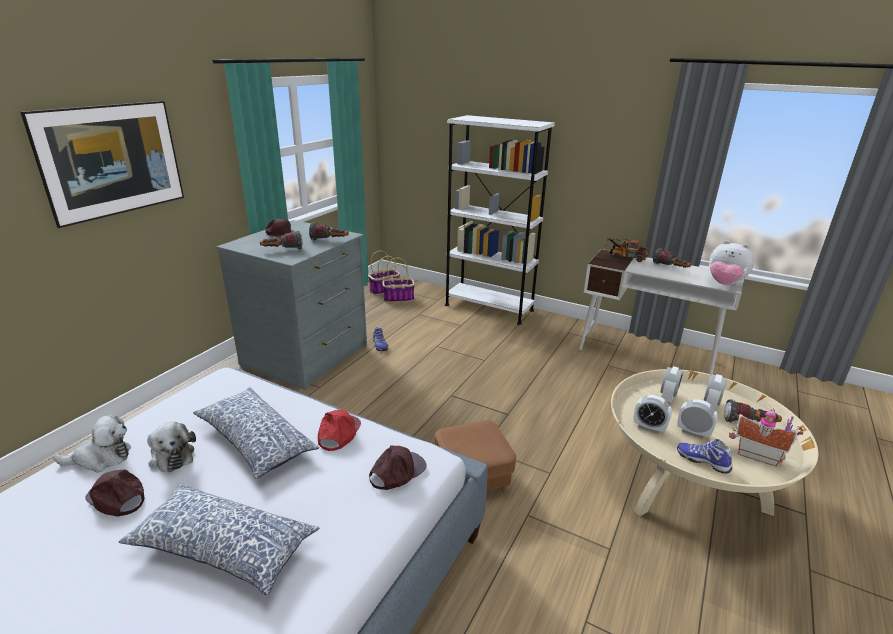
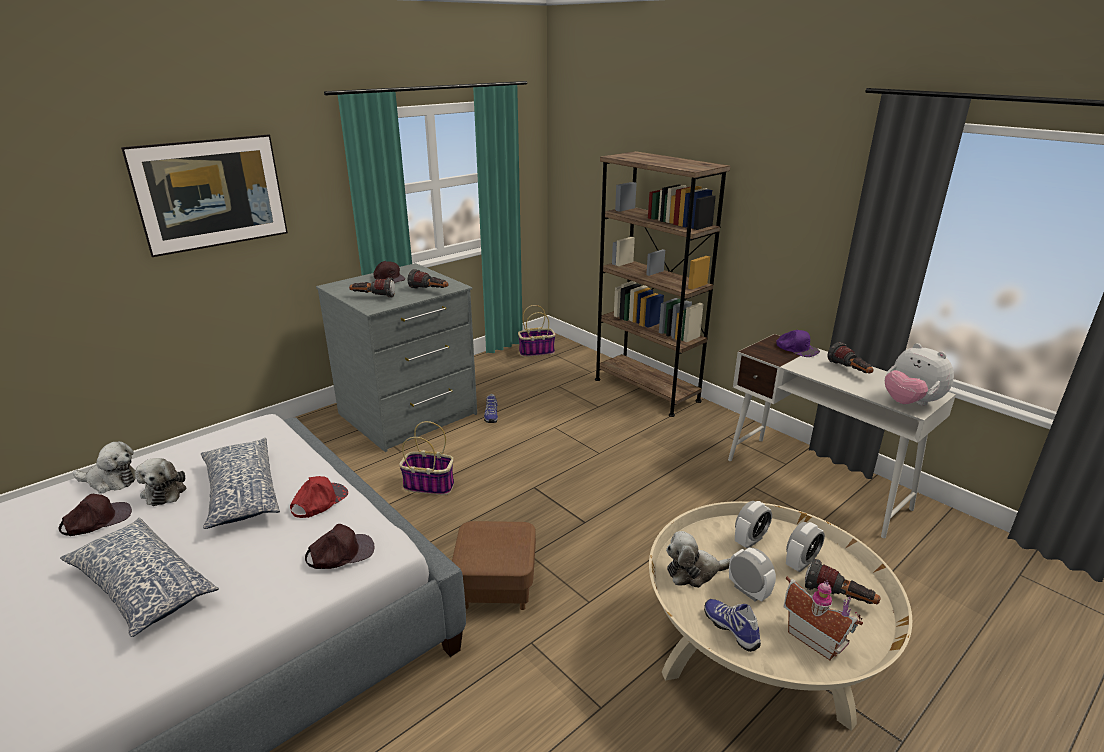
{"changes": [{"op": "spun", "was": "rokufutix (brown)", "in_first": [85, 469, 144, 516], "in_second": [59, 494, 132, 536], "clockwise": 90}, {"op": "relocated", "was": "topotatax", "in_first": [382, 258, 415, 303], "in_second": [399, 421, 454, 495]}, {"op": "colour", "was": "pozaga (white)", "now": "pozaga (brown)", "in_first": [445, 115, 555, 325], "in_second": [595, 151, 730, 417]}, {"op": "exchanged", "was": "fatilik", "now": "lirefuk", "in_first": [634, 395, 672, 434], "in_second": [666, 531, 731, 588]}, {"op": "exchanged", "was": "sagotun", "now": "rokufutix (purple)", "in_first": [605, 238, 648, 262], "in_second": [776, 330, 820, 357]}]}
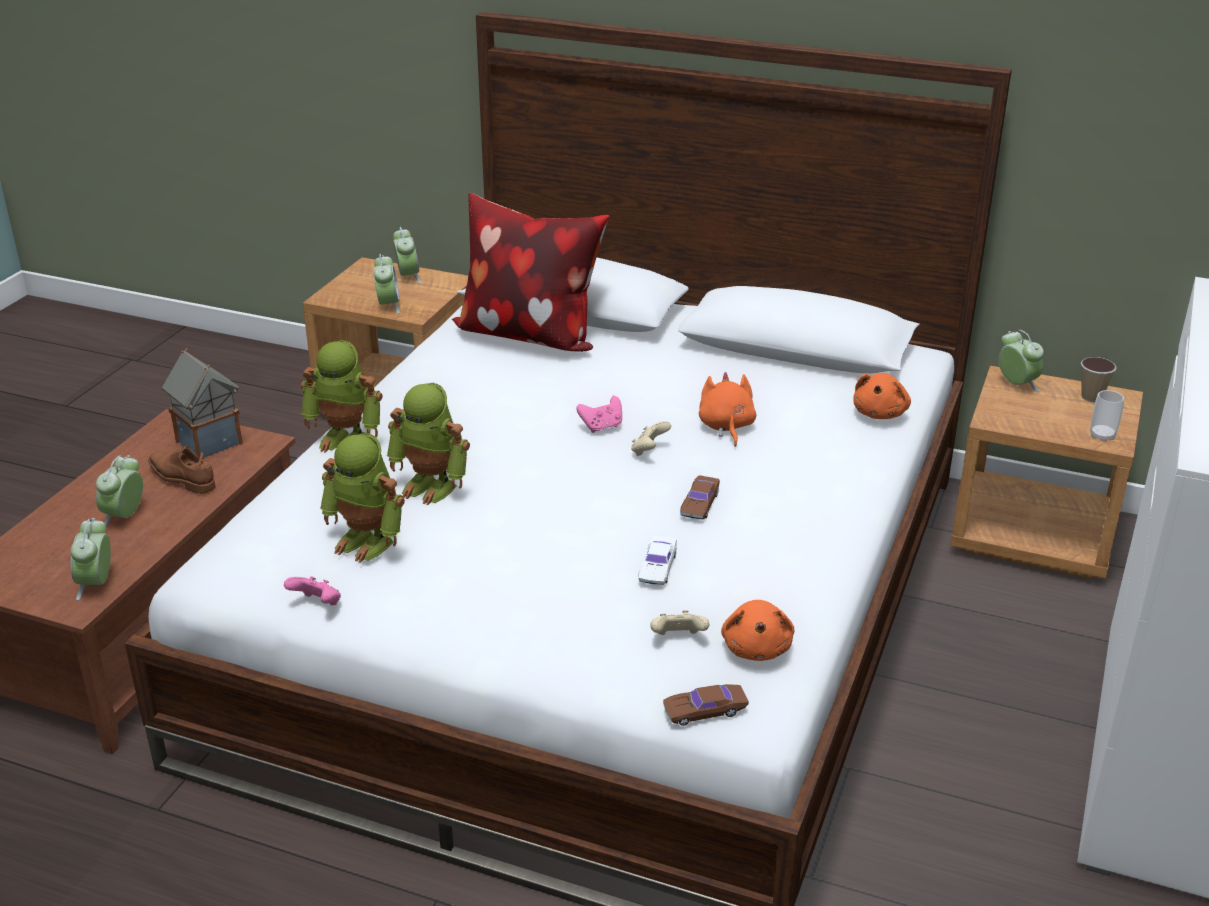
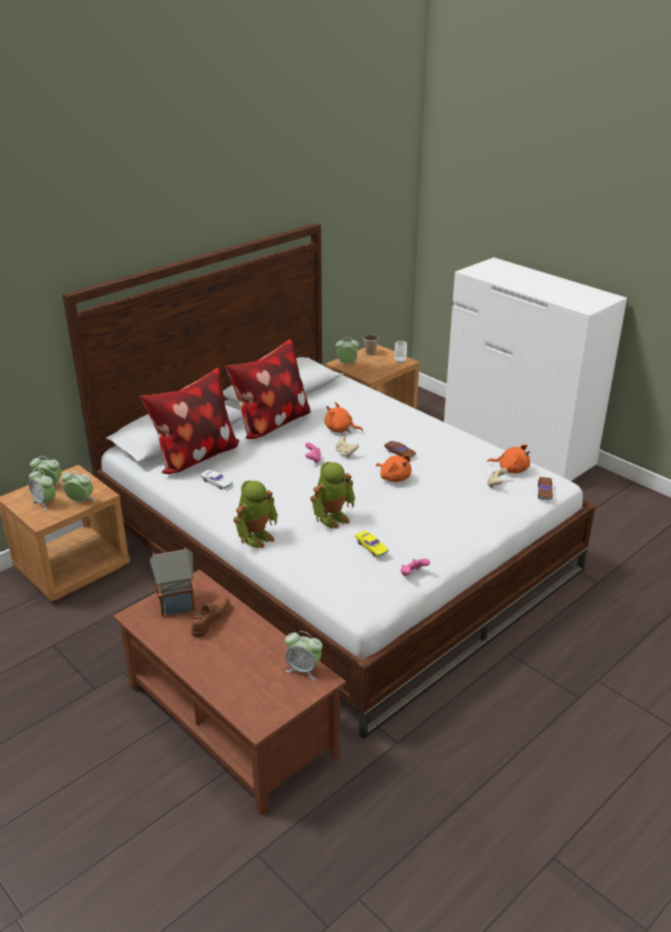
{"changes": [{"op": "relocated", "was": "fatilik", "in_first": [96, 455, 143, 526], "in_second": [29, 469, 56, 510]}, {"op": "spun", "was": "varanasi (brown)", "in_first": [148, 446, 215, 494], "in_second": [191, 597, 230, 638], "clockwise": 150}, {"op": "relocated", "was": "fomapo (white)", "in_first": [638, 536, 677, 585], "in_second": [200, 470, 233, 489]}, {"op": "appeared", "now": "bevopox", "in_second": [226, 339, 311, 439]}, {"op": "exchanged", "was": "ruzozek", "now": "fomapo (yellow)", "in_first": [320, 433, 405, 563], "in_second": [355, 531, 389, 557]}, {"op": "relocated", "was": "lirefuk (orange)", "in_first": [853, 373, 911, 419], "in_second": [376, 455, 411, 482]}]}
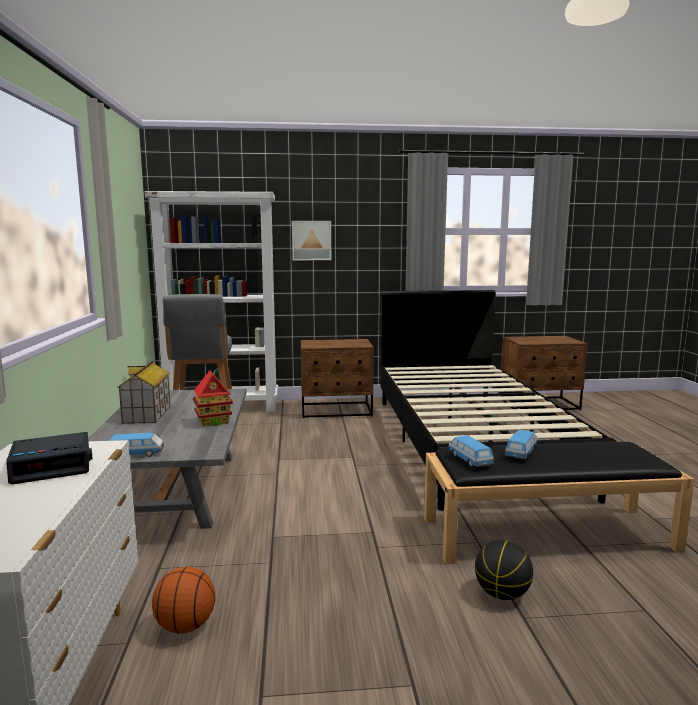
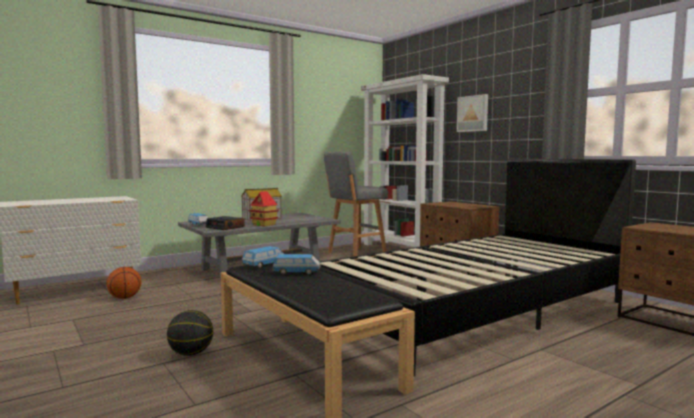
{"changes": [{"op": "relocated", "was": "fatilik", "in_first": [6, 432, 92, 485], "in_second": [206, 216, 245, 230]}]}
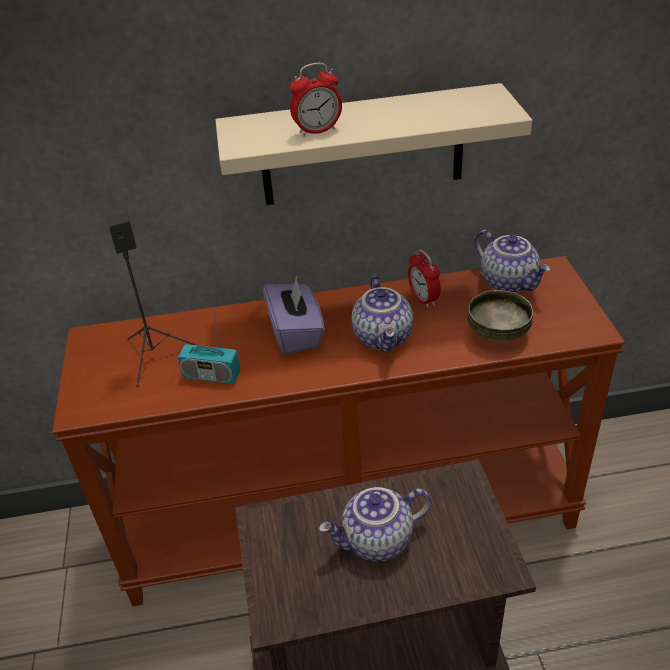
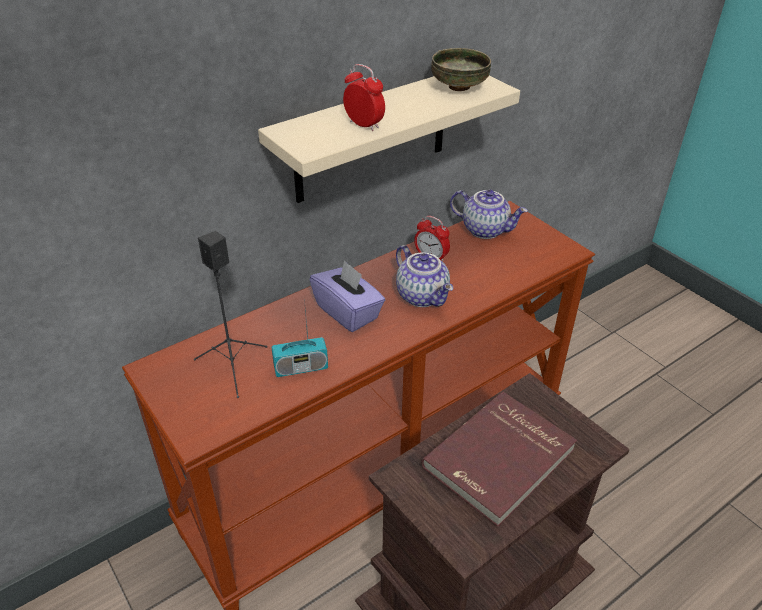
{"changes": [{"op": "spun", "was": "fatilik", "in_first": [290, 63, 342, 137], "in_second": [343, 64, 385, 131], "clockwise": -90}, {"op": "exchanged", "was": "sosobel", "now": "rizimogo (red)", "in_first": [319, 487, 432, 562], "in_second": [421, 392, 577, 527]}, {"op": "relocated", "was": "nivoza", "in_first": [467, 290, 533, 342], "in_second": [431, 48, 491, 91]}]}
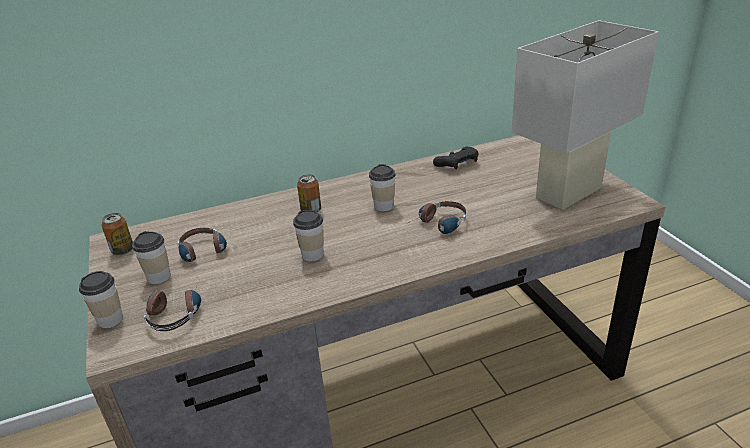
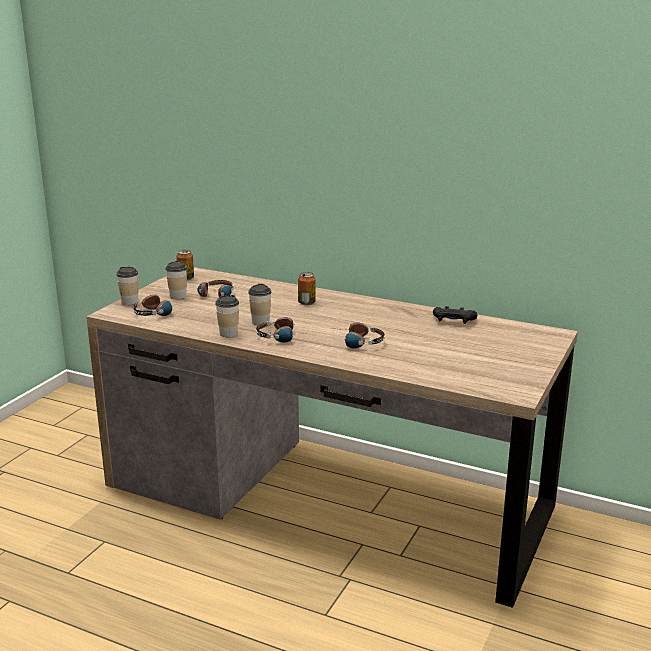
{"changes": [{"op": "relocated", "was": "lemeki", "in_first": [369, 164, 395, 212], "in_second": [215, 295, 239, 337]}, {"op": "appeared", "now": "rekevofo", "in_second": [256, 317, 310, 343]}, {"op": "missing", "was": "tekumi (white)", "in_first": [512, 20, 659, 210]}]}
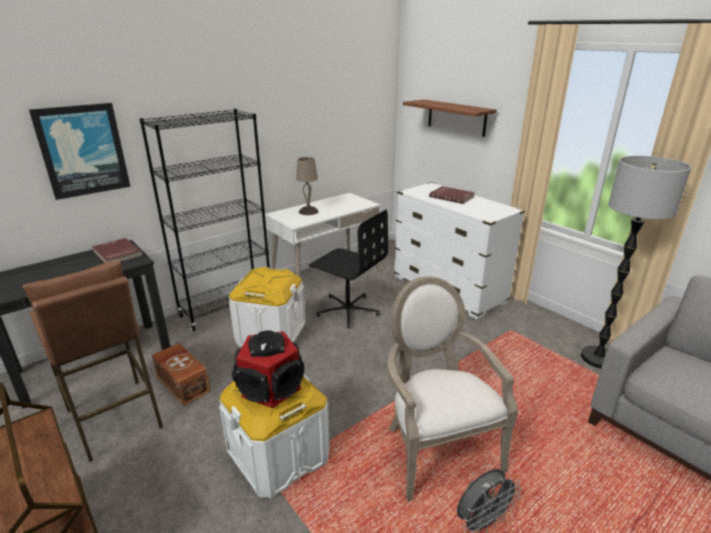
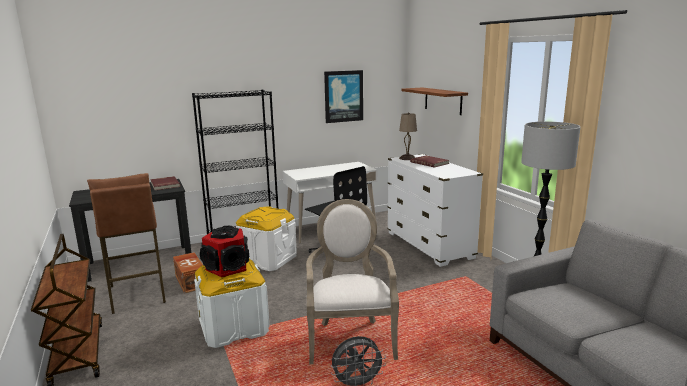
{"changes": [{"op": "relocated", "was": "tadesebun", "in_first": [29, 103, 130, 200], "in_second": [324, 70, 363, 123]}, {"op": "relocated", "was": "tekumi (beige)", "in_first": [296, 157, 319, 215], "in_second": [399, 112, 417, 160]}]}
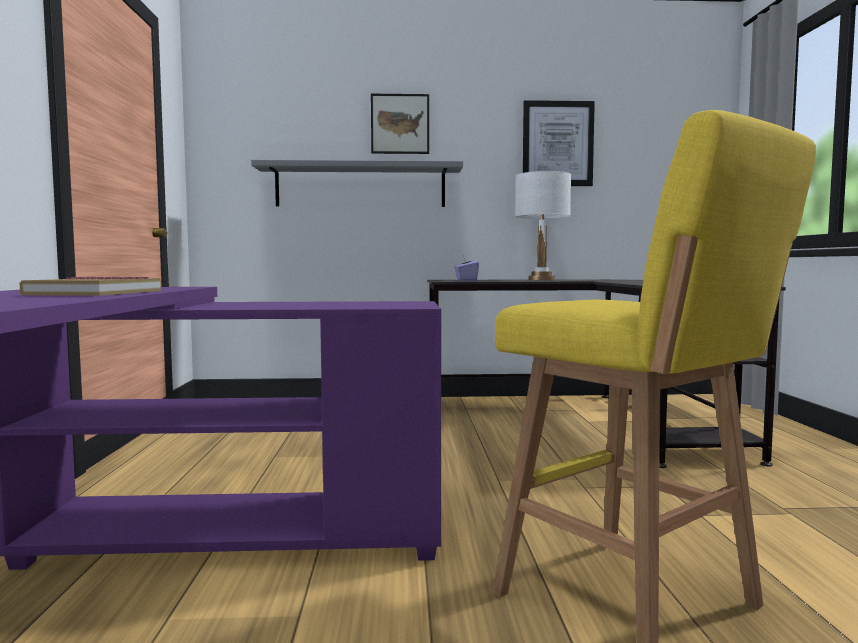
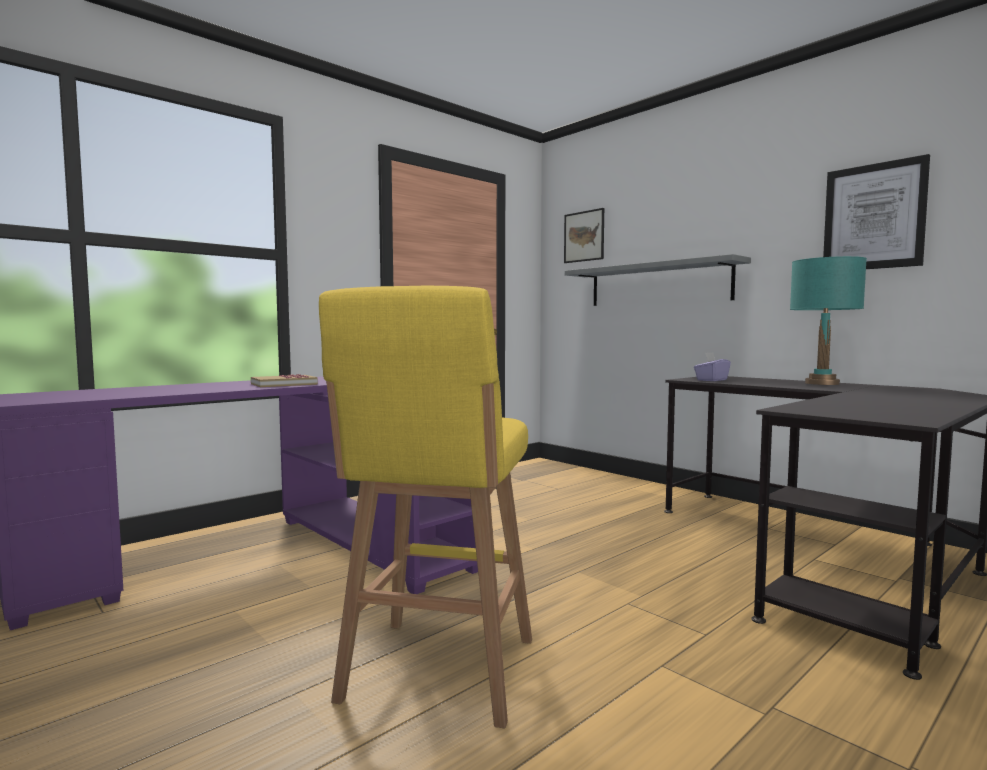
{"changes": [{"op": "relocated", "was": "tadesebun", "in_first": [371, 94, 429, 154], "in_second": [564, 208, 604, 263]}, {"op": "colour", "was": "tekumi (white)", "now": "tekumi (turquoise)", "in_first": [515, 171, 571, 280], "in_second": [790, 256, 867, 385]}]}
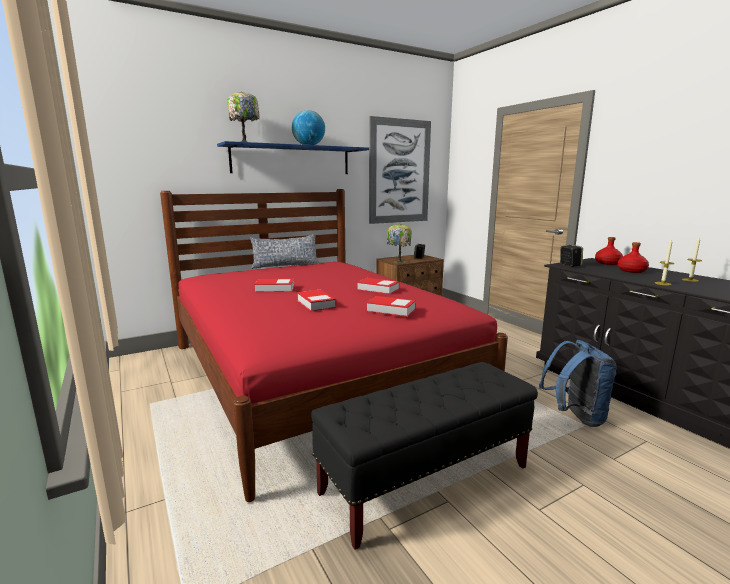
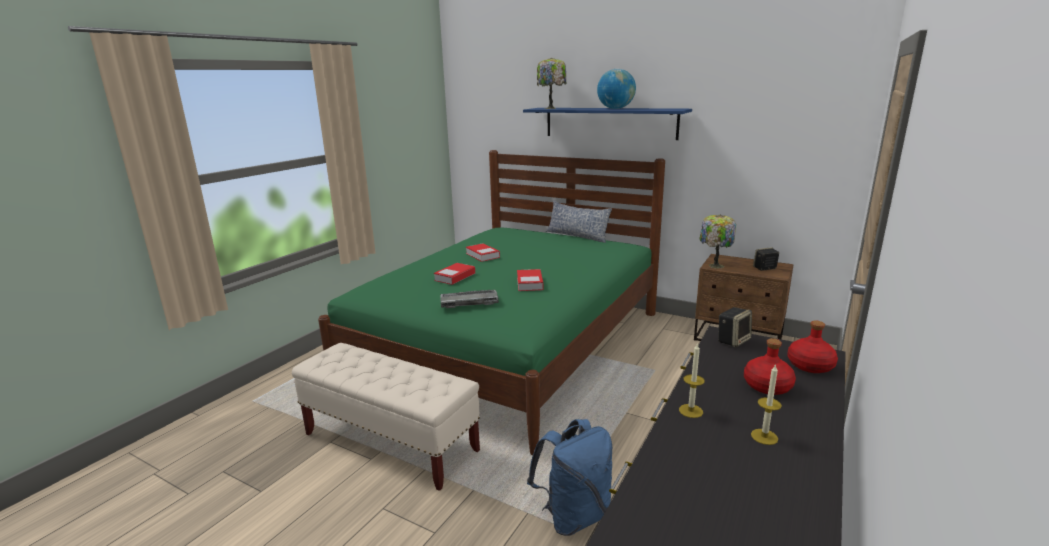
{"changes": [{"op": "colour", "was": "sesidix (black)", "now": "sesidix (beige)", "in_first": [311, 362, 538, 550], "in_second": [292, 343, 480, 491]}, {"op": "colour", "was": "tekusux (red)", "now": "tekusux (green)", "in_first": [160, 189, 508, 502], "in_second": [318, 150, 665, 455]}, {"op": "exchanged", "was": "rizimogo", "now": "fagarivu", "in_first": [366, 296, 416, 317], "in_second": [441, 290, 499, 308]}, {"op": "missing", "was": "tadesebun", "in_first": [369, 116, 431, 224]}]}
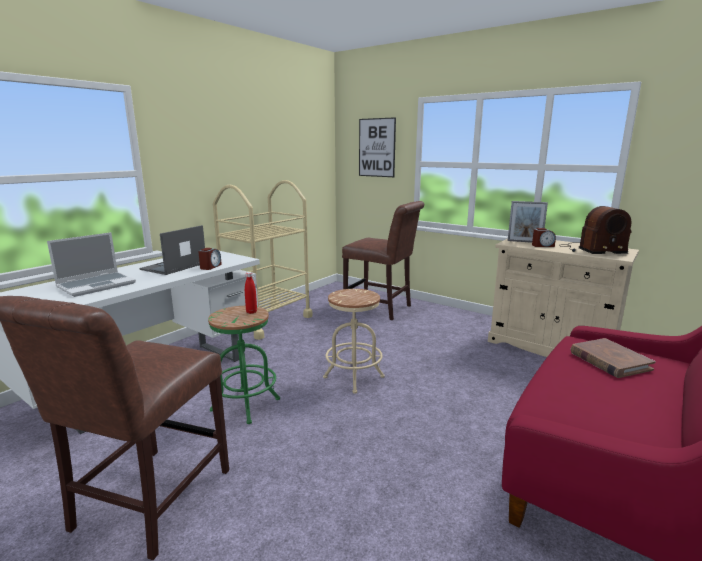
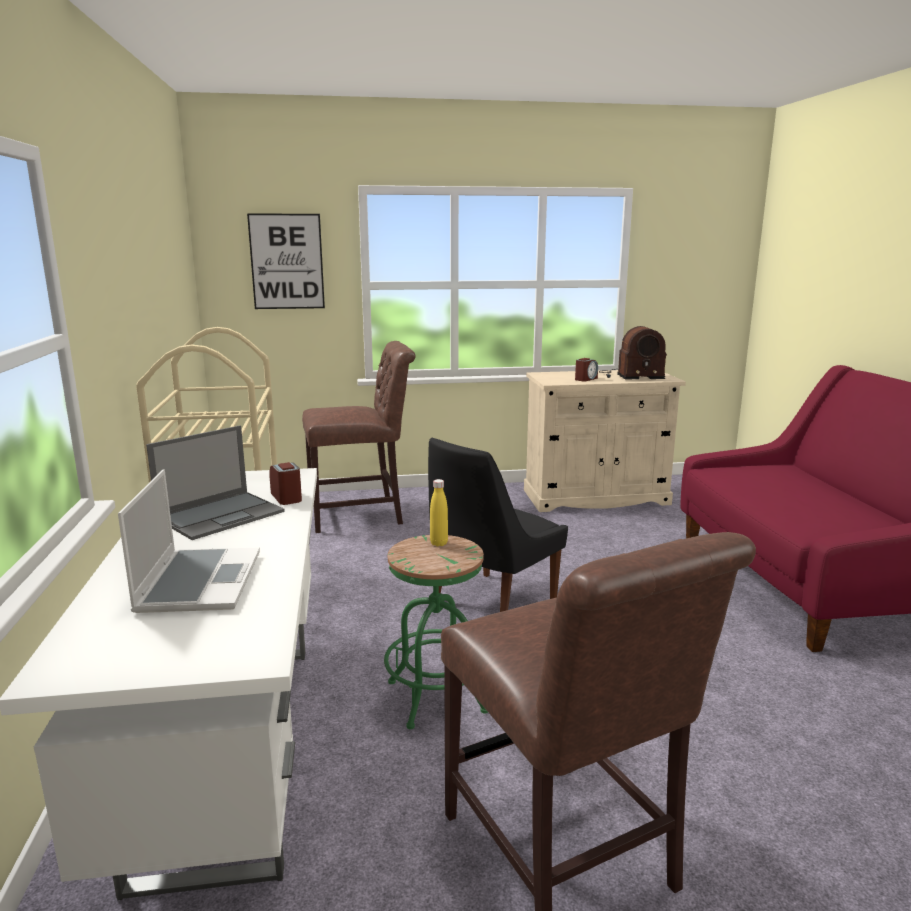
{"changes": [{"op": "spun", "was": "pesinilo", "in_first": [140, 225, 205, 275], "in_second": [146, 425, 285, 540], "clockwise": -120}, {"op": "exchanged", "was": "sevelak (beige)", "now": "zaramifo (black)", "in_first": [323, 289, 385, 394], "in_second": [428, 437, 568, 612]}, {"op": "colour", "was": "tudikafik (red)", "now": "tudikafik (yellow)", "in_first": [245, 272, 257, 314], "in_second": [430, 479, 448, 546]}, {"op": "spun", "was": "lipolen", "in_first": [559, 206, 632, 254], "in_second": [599, 326, 667, 379], "clockwise": 45}, {"op": "missing", "was": "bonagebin", "in_first": [508, 201, 548, 243]}, {"op": "missing", "was": "rizimogo (brown)", "in_first": [571, 338, 656, 378]}]}
